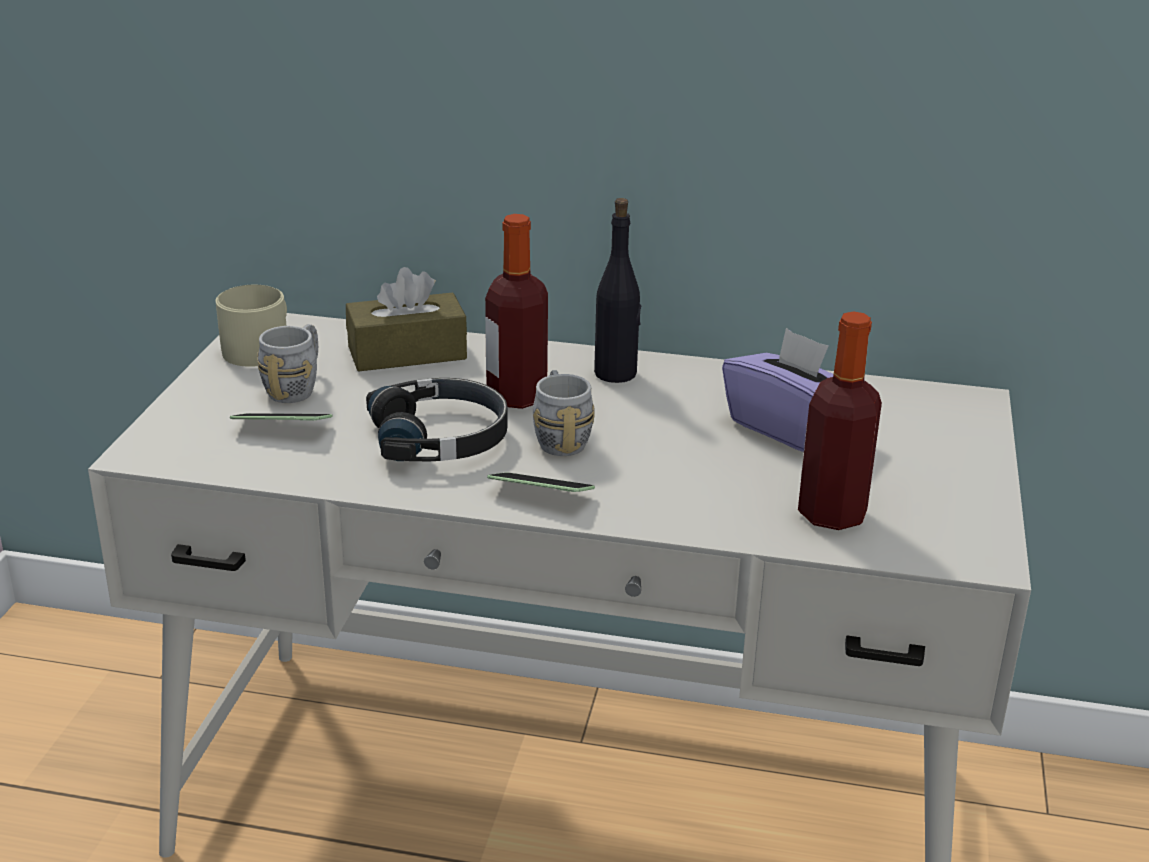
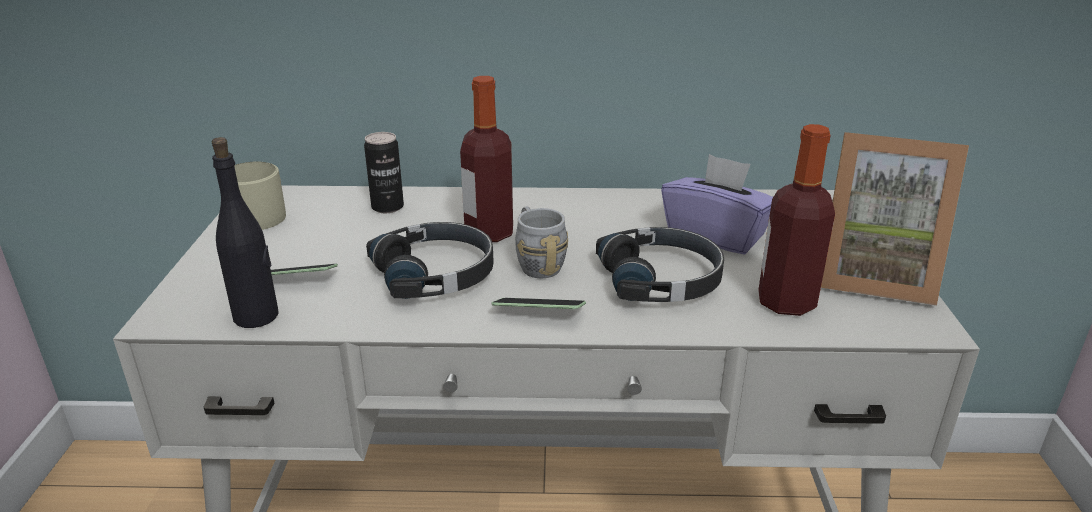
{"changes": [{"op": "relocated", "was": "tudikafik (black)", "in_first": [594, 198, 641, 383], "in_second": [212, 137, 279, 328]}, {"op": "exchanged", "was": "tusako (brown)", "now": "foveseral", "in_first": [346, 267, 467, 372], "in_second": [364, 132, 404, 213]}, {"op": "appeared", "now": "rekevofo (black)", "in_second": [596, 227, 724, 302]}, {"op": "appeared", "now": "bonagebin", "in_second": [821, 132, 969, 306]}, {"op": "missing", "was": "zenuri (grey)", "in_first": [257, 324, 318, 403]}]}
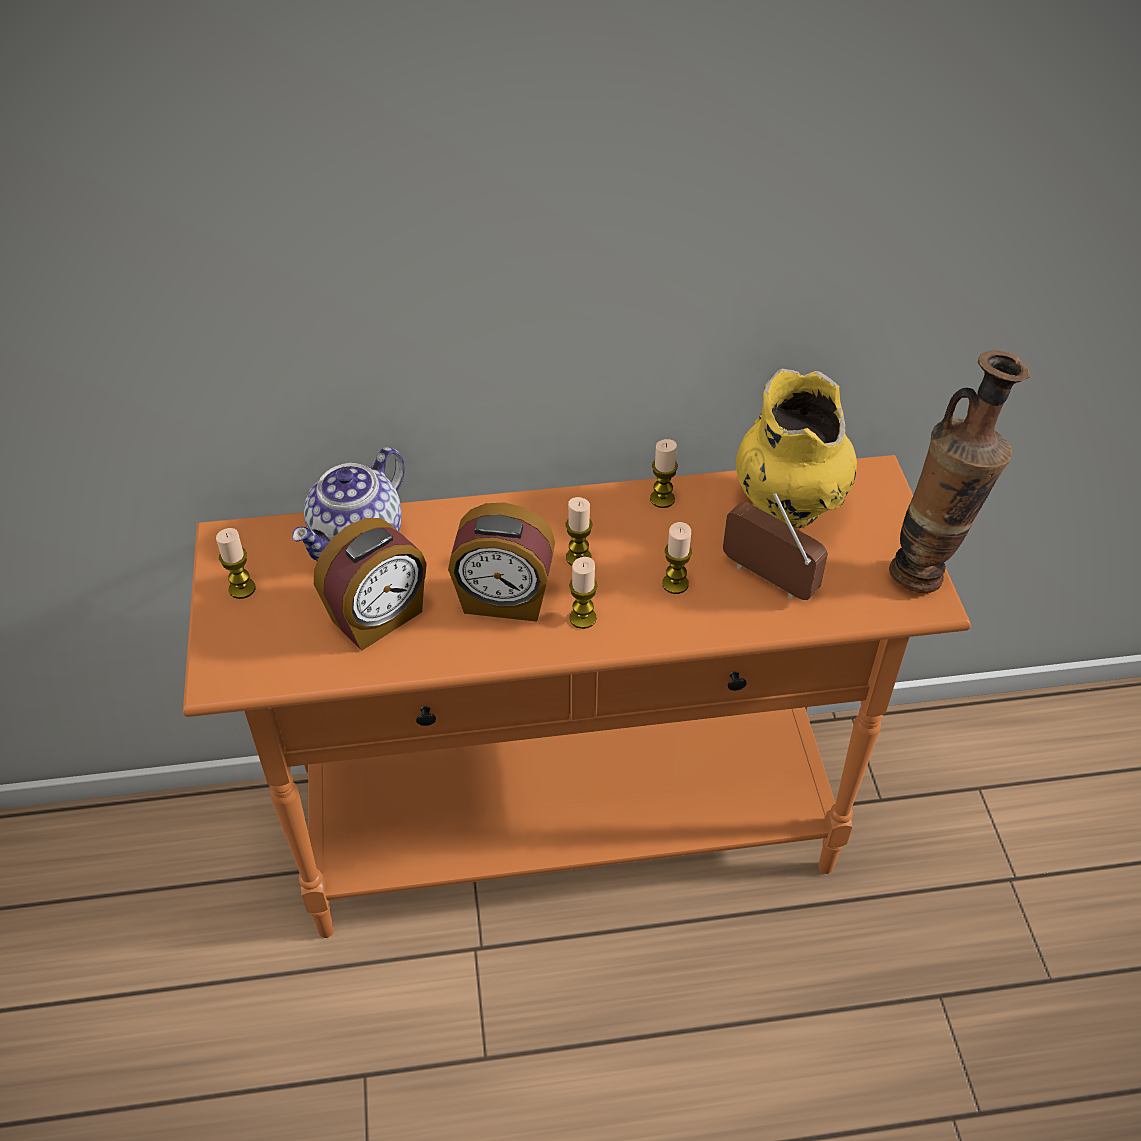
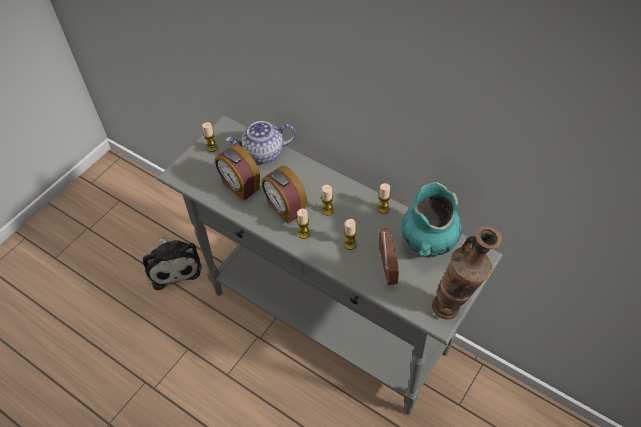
{"changes": [{"op": "appeared", "now": "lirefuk", "in_second": [143, 237, 202, 290]}, {"op": "colour", "was": "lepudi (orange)", "now": "lepudi (grey)", "in_first": [183, 455, 971, 938], "in_second": [157, 116, 503, 415]}, {"op": "spun", "was": "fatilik", "in_first": [314, 518, 427, 651], "in_second": [215, 144, 260, 201], "clockwise": 45}, {"op": "colour", "was": "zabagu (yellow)", "now": "zabagu (turquoise)", "in_first": [736, 368, 857, 528], "in_second": [401, 182, 462, 258]}]}
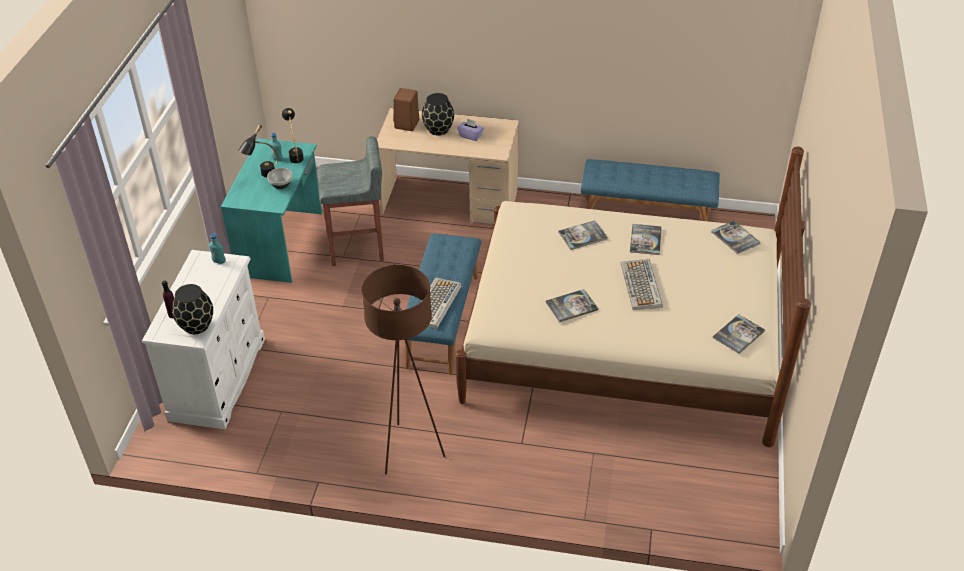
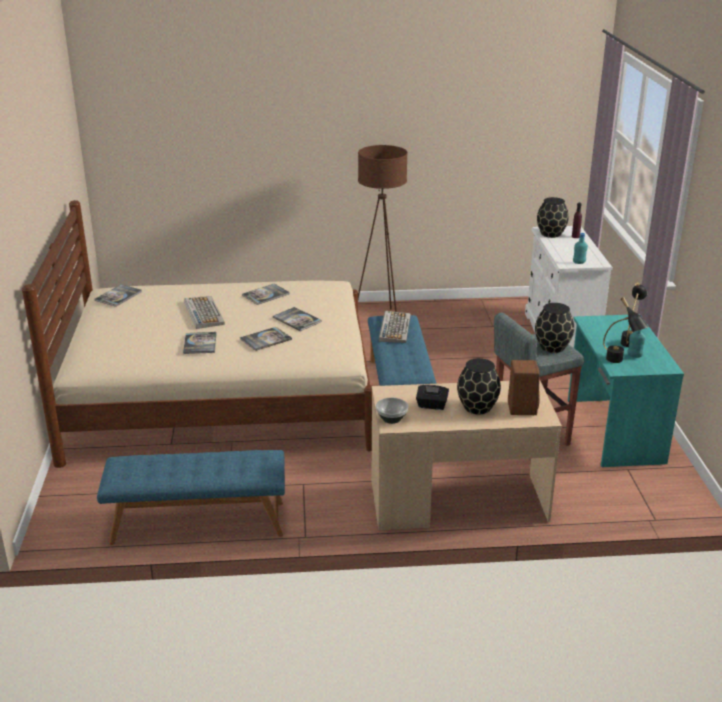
{"changes": [{"op": "relocated", "was": "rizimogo", "in_first": [711, 221, 761, 254], "in_second": [273, 307, 322, 331]}, {"op": "relocated", "was": "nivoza", "in_first": [267, 168, 293, 189], "in_second": [376, 398, 408, 424]}, {"op": "colour", "was": "tusako (purple)", "now": "tusako (black)", "in_first": [457, 118, 484, 141], "in_second": [416, 385, 449, 410]}, {"op": "appeared", "now": "zabagu (black)", "in_second": [535, 303, 574, 353]}]}
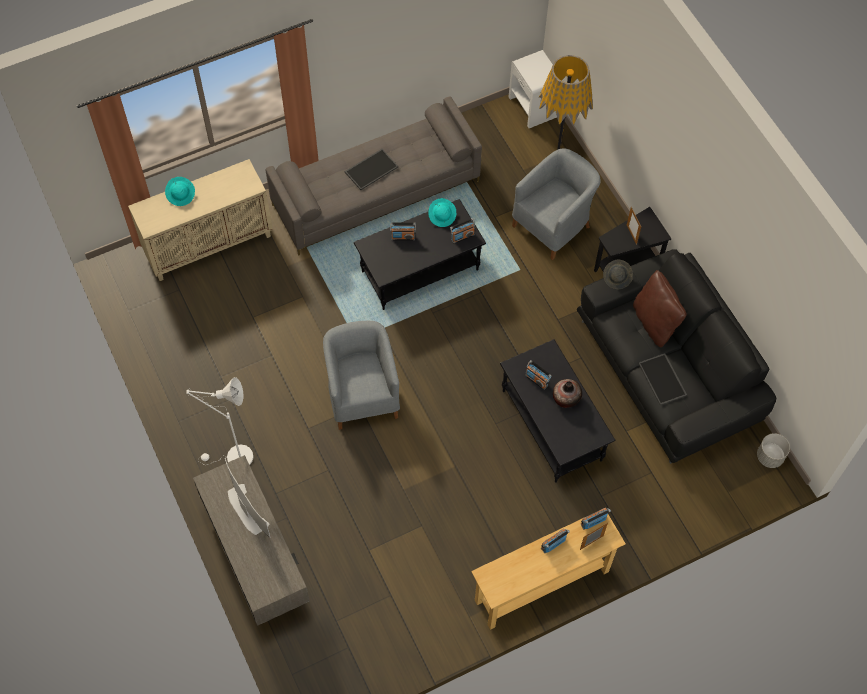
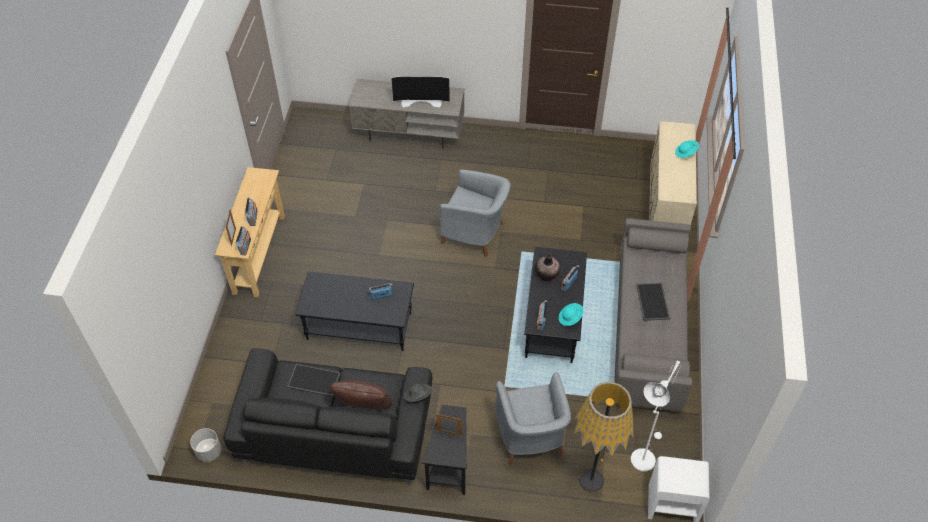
{"changes": [{"op": "relocated", "was": "zabagu", "in_first": [553, 379, 582, 408], "in_second": [535, 254, 560, 281]}, {"op": "relocated", "was": "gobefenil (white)", "in_first": [186, 377, 253, 465], "in_second": [631, 360, 682, 471]}]}
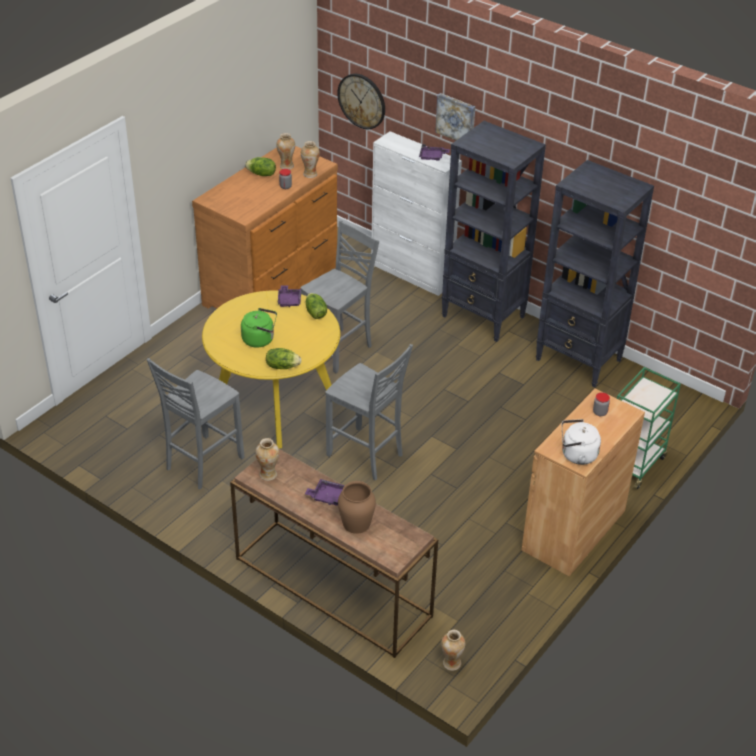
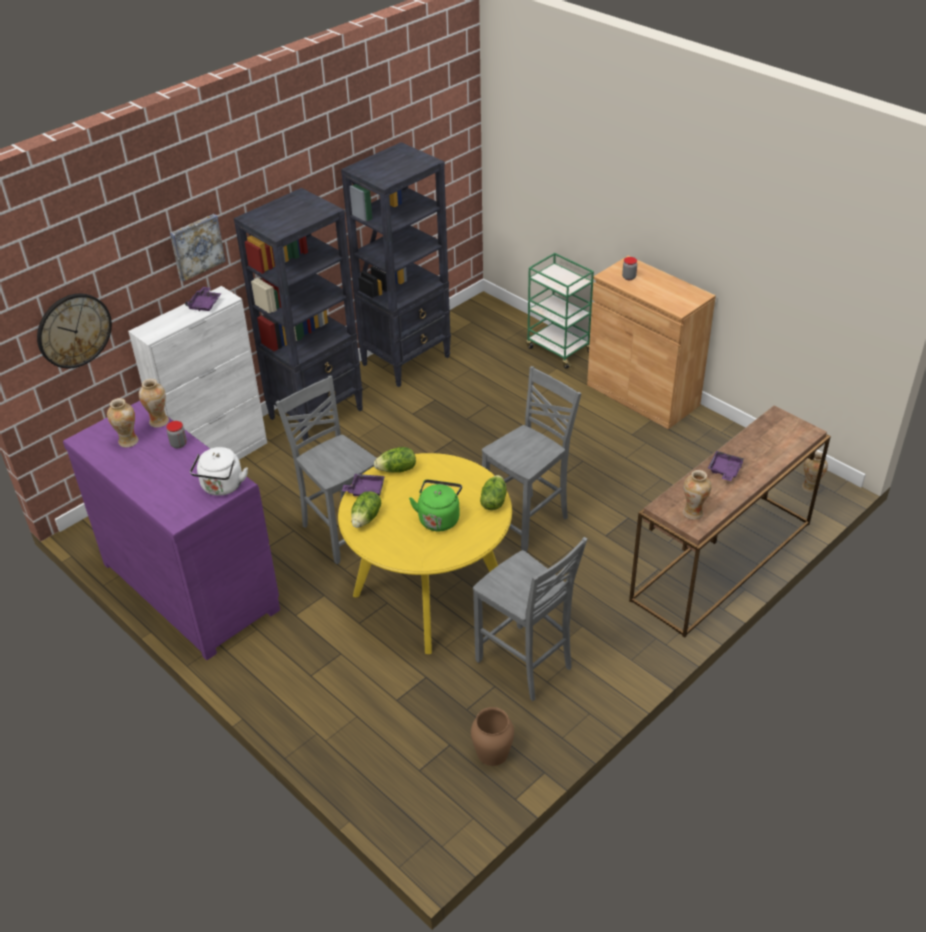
{"changes": [{"op": "colour", "was": "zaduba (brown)", "now": "zaduba (purple)", "in_first": [192, 146, 338, 309], "in_second": [63, 401, 280, 660]}, {"op": "relocated", "was": "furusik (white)", "in_first": [562, 419, 601, 465], "in_second": [190, 447, 248, 496]}, {"op": "relocated", "was": "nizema", "in_first": [245, 157, 276, 176], "in_second": [351, 491, 381, 528]}, {"op": "relocated", "was": "zabagu (brown)", "in_first": [338, 481, 376, 534], "in_second": [471, 707, 514, 766]}]}
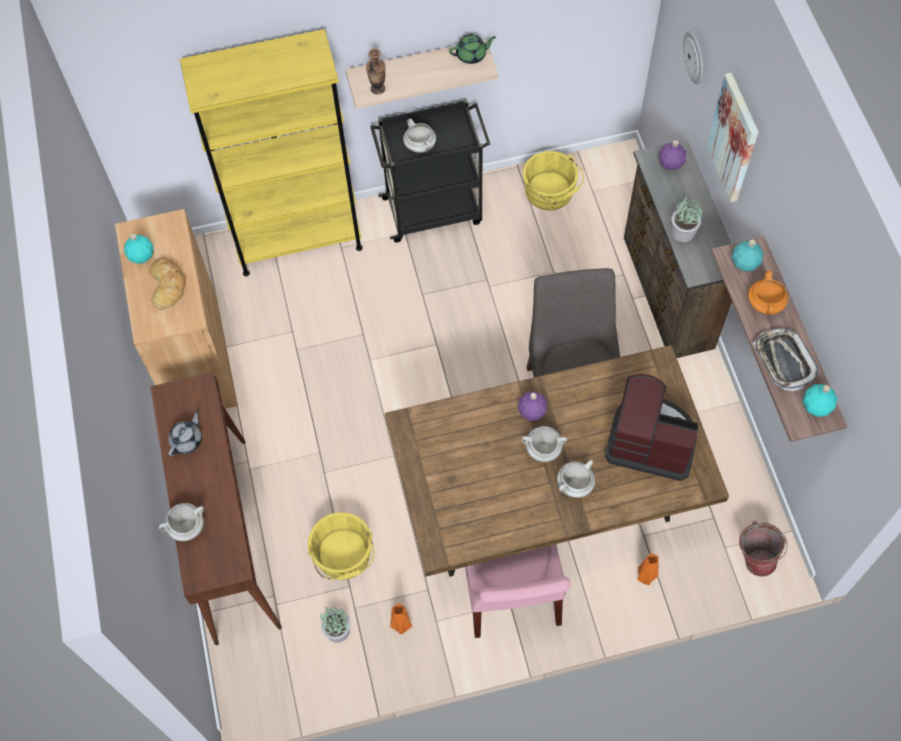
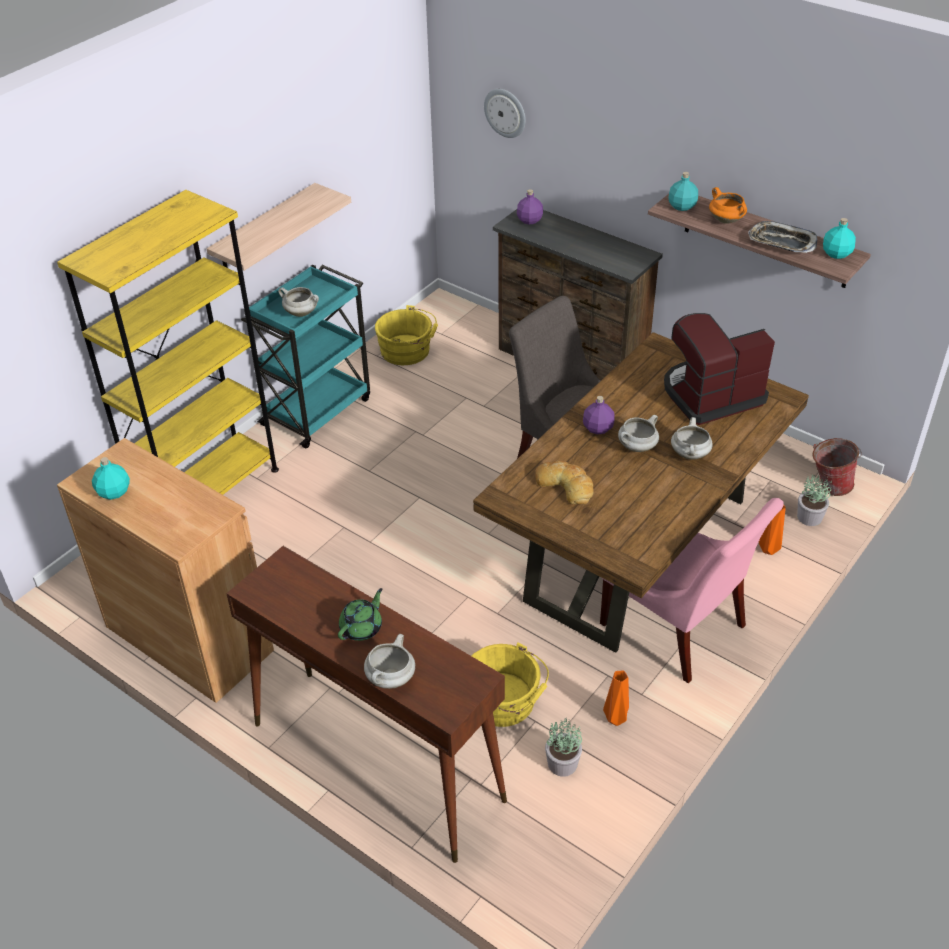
{"changes": [{"op": "colour", "was": "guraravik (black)", "now": "guraravik (turquoise)", "in_first": [370, 100, 490, 243], "in_second": [241, 264, 370, 449]}, {"op": "relocated", "was": "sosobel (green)", "in_first": [449, 34, 496, 64], "in_second": [338, 588, 382, 641]}, {"op": "relocated", "was": "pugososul", "in_first": [149, 258, 186, 310], "in_second": [535, 461, 594, 504]}, {"op": "relocated", "was": "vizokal", "in_first": [671, 195, 703, 242], "in_second": [797, 475, 832, 526]}, {"op": "missing", "was": "sosobel (grey)", "in_first": [168, 410, 202, 456]}, {"op": "missing", "was": "zabagu", "in_first": [366, 49, 385, 95]}, {"op": "missing", "was": "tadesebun", "in_first": [706, 73, 759, 202]}]}
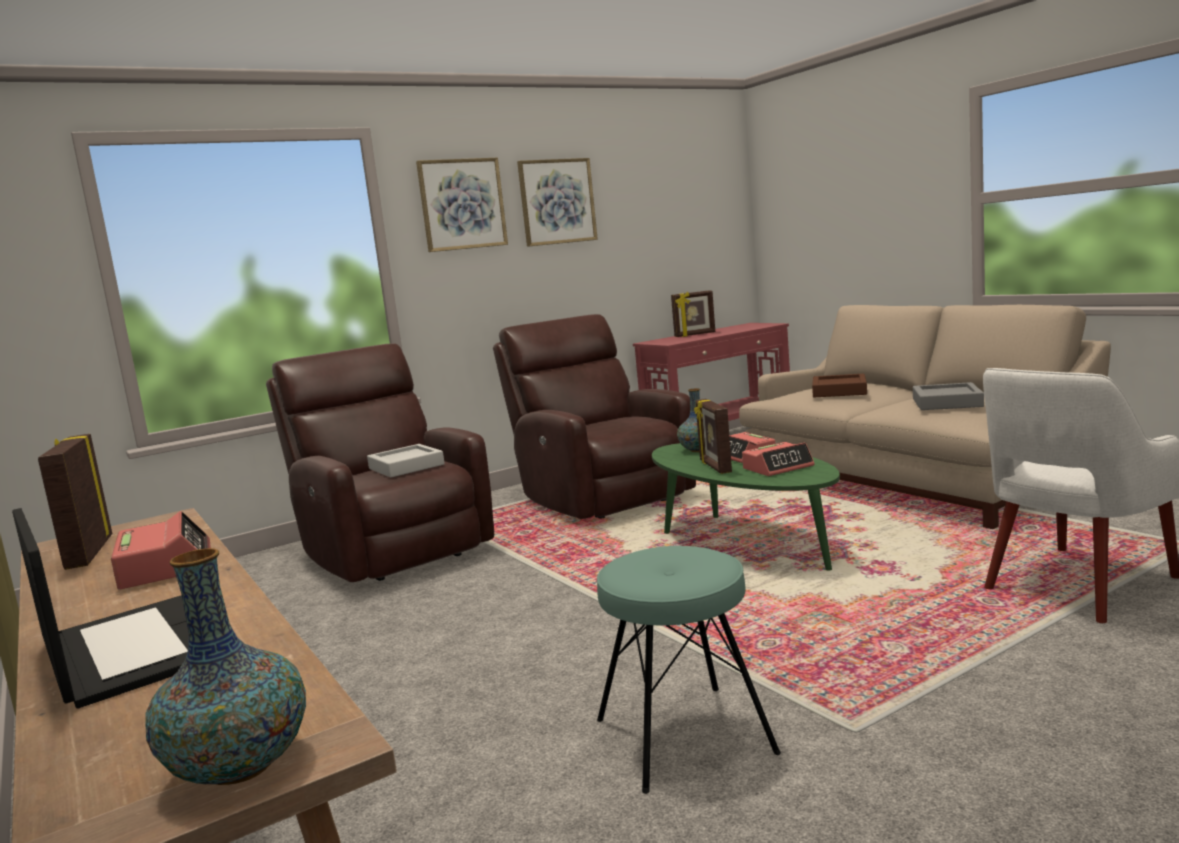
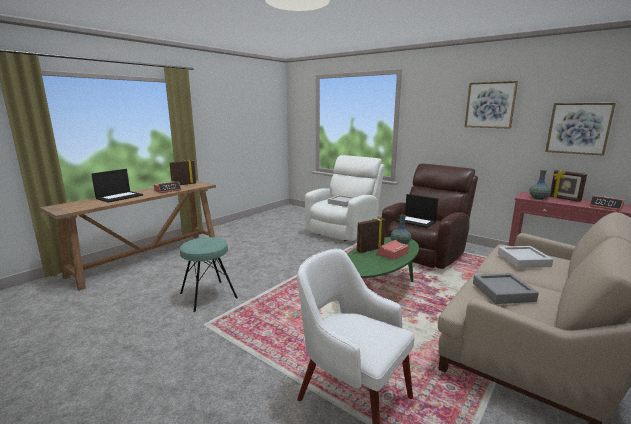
{"changes": [{"op": "colour", "was": "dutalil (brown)", "now": "dutalil (white)", "in_first": [266, 343, 494, 582], "in_second": [305, 155, 385, 241]}, {"op": "appeared", "now": "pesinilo", "in_second": [395, 194, 438, 228]}, {"op": "colour", "was": "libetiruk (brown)", "now": "libetiruk (grey)", "in_first": [812, 374, 867, 397], "in_second": [498, 246, 553, 268]}, {"op": "relocated", "was": "zabagu", "in_first": [145, 548, 306, 785], "in_second": [529, 170, 551, 200]}, {"op": "relocated", "was": "tadesebun", "in_first": [416, 158, 508, 252], "in_second": [545, 103, 616, 156]}, {"op": "relocated", "was": "fatilik", "in_first": [742, 442, 815, 476], "in_second": [589, 195, 625, 211]}]}
